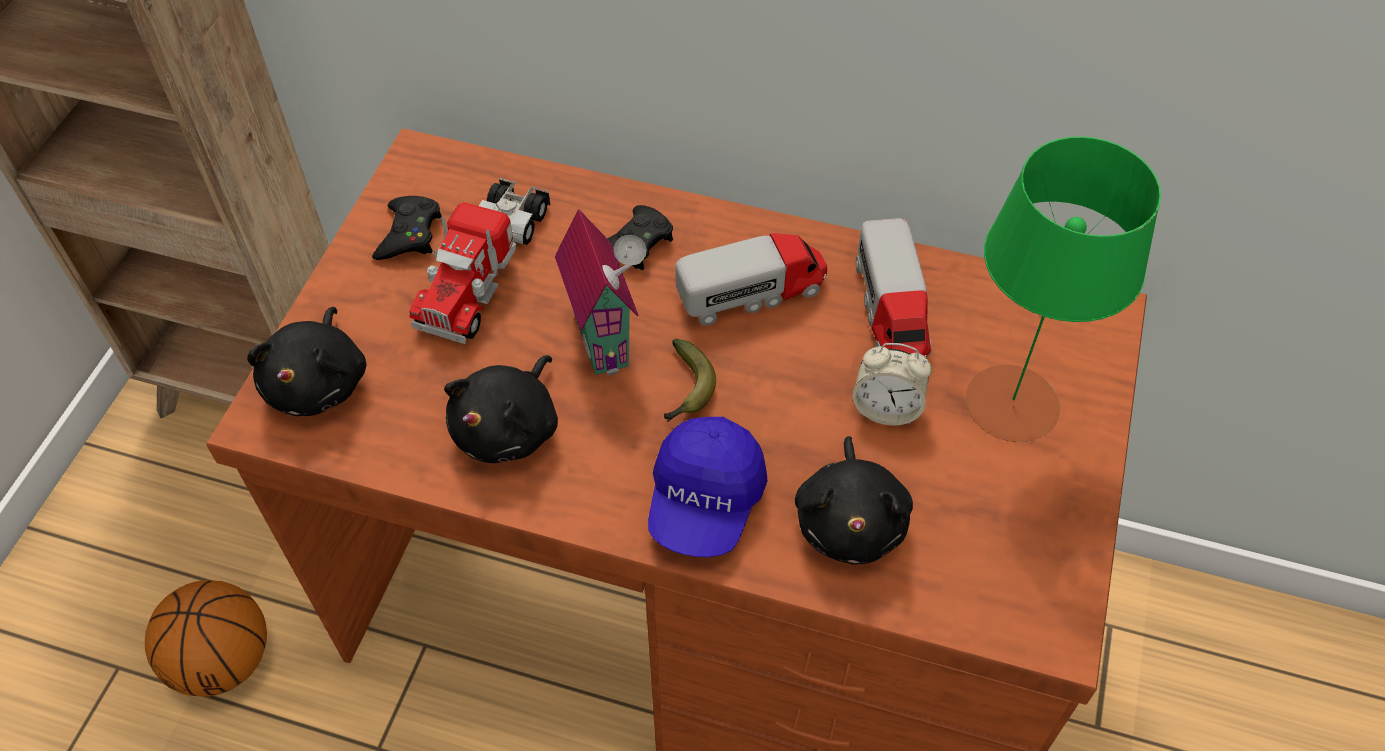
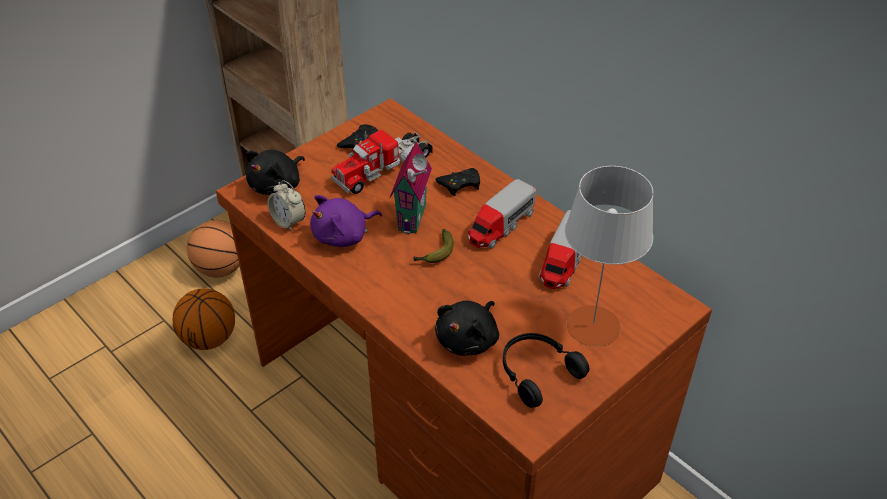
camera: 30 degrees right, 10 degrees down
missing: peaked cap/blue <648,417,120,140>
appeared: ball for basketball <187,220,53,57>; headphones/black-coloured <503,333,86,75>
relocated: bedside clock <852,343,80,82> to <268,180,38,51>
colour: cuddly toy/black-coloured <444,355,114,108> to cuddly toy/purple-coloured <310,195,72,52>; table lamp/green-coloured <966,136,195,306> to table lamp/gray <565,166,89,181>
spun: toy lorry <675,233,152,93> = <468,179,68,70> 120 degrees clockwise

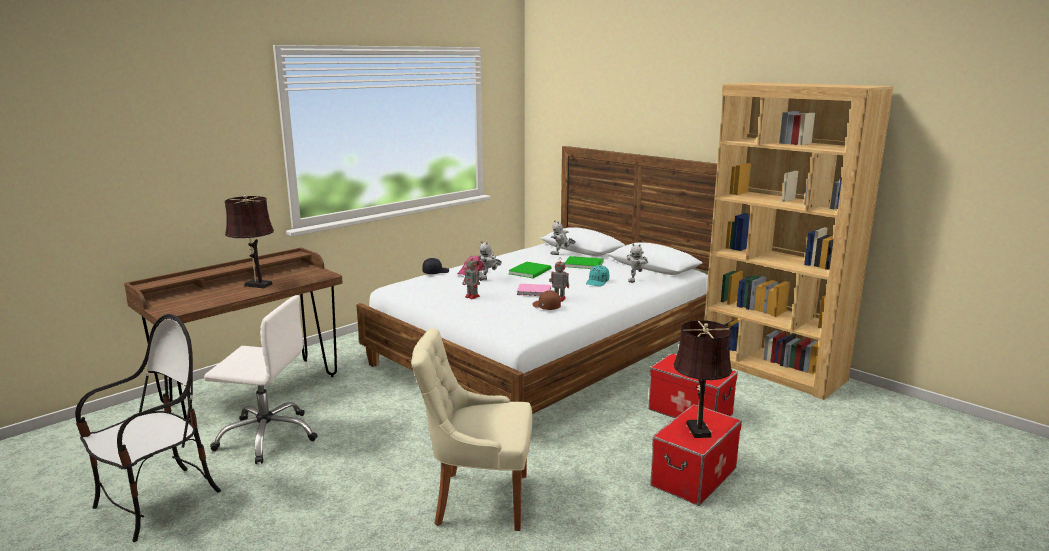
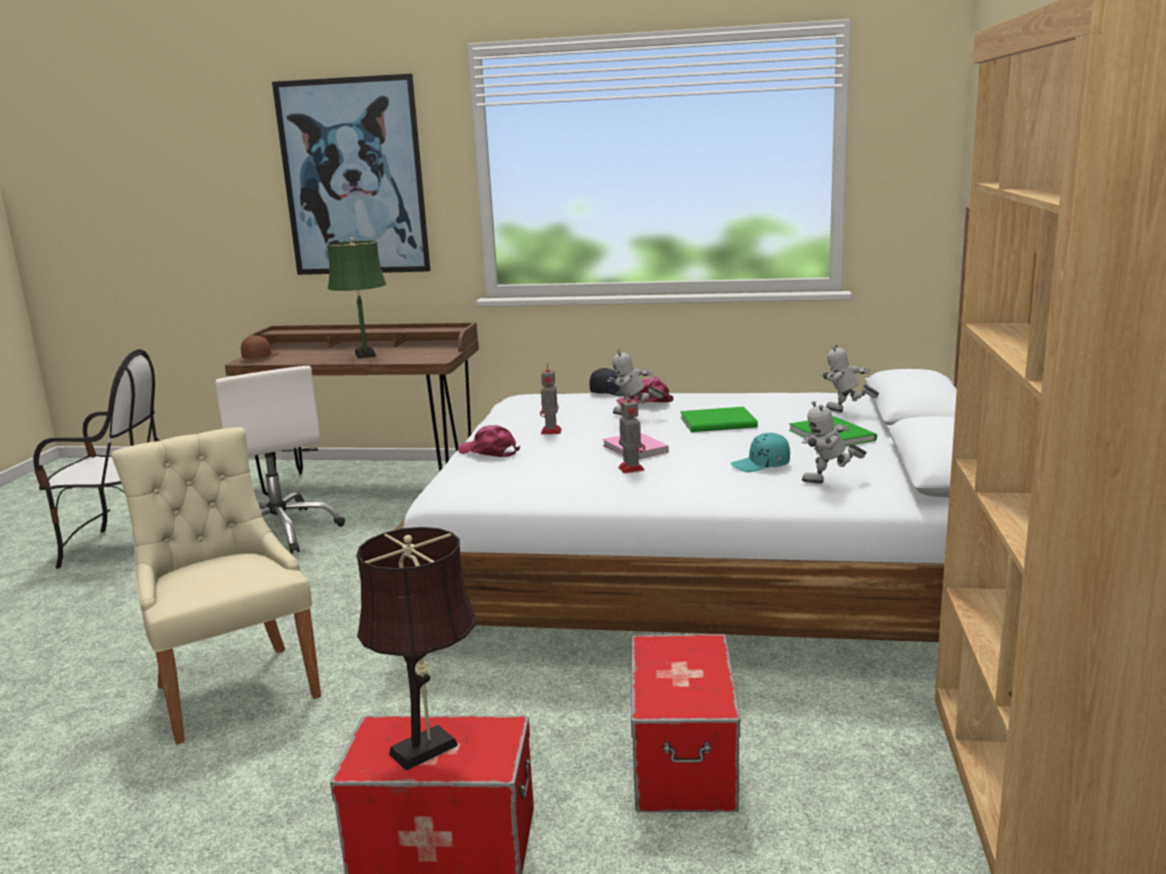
camera: 55 degrees right, 0 degrees up
appeared: wall picture <272,74,159,201>; peaked cap/pinkish <458,425,62,32>
relocated: peaked cap/brownish <532,291,29,19> to <241,335,38,24>
colour: table lamp/brownish <224,195,50,93> to table lamp/green-coloured <327,237,59,122>

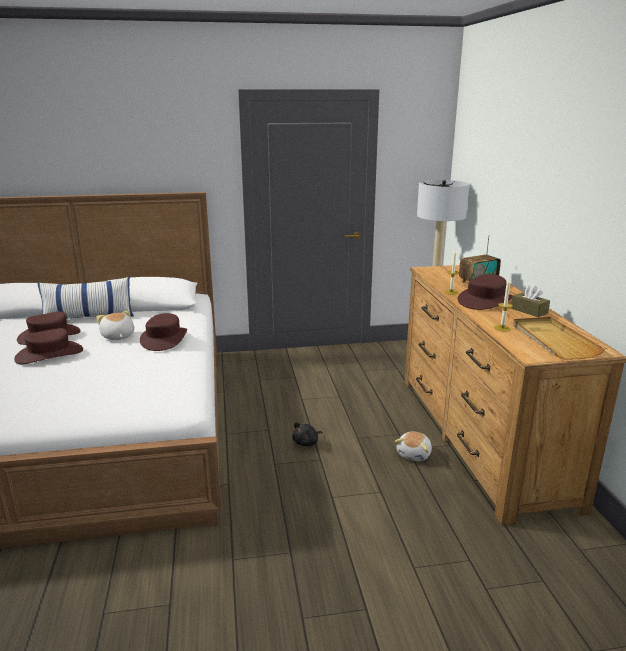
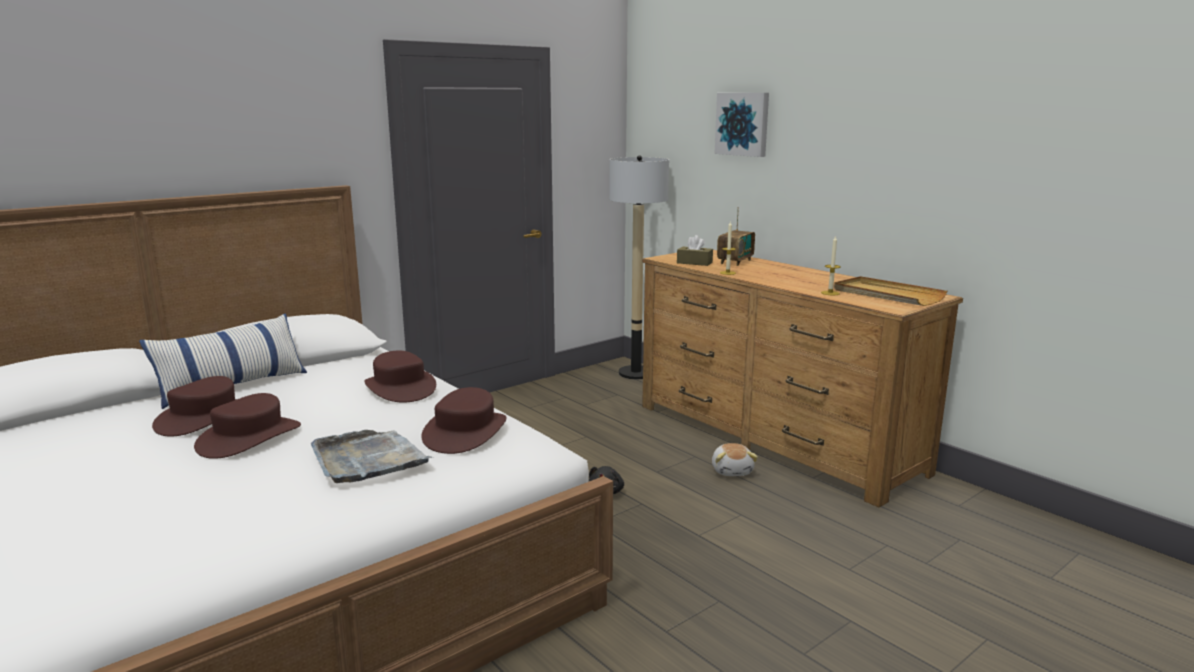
camera: 30 degrees left, 5 degrees down
missing: cuddly toy <97,311,37,29>
appeared: serving tray/gray <311,430,122,53>; wall picture <714,93,55,64>
relocated: clothing hat/brownish <458,274,54,36> to <421,387,86,67>; tissue holder/brownish <511,285,39,32> to <677,235,36,31>

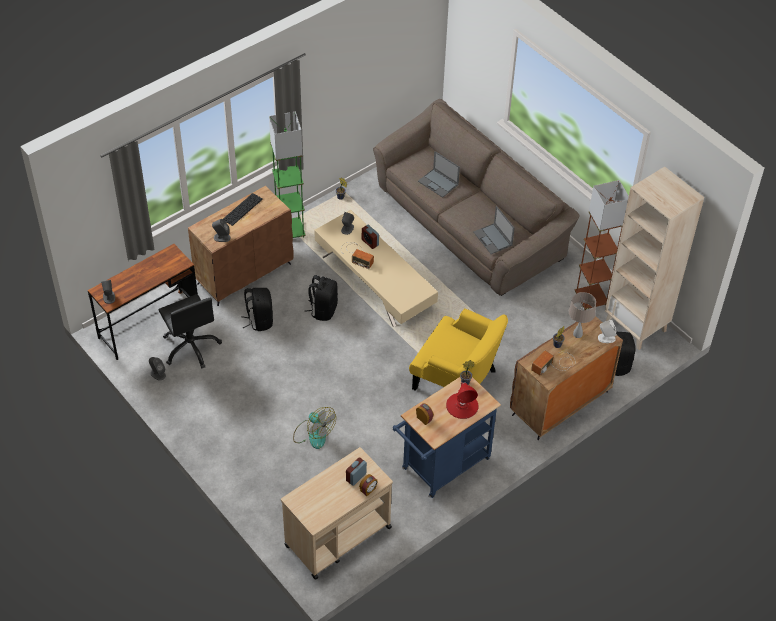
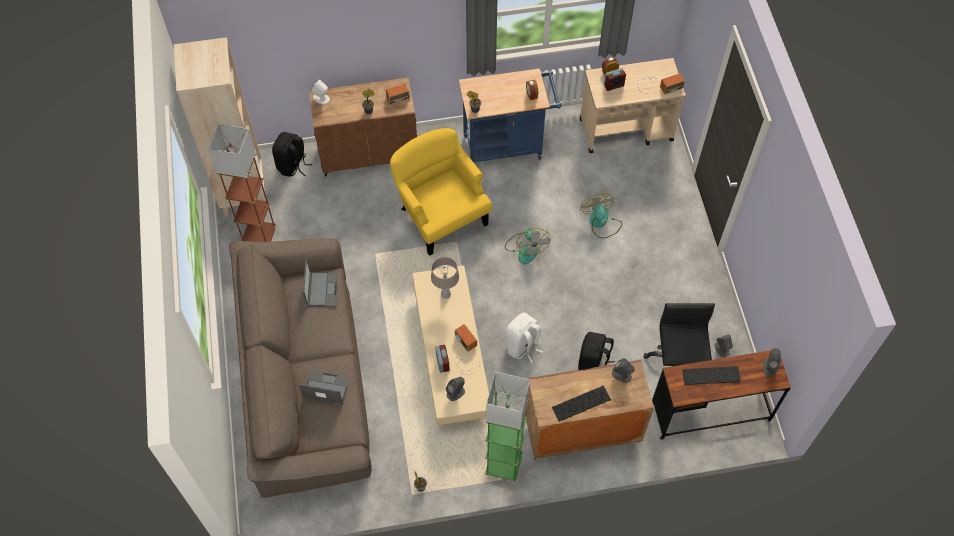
camera: 150 degrees left, 10 degrees up
missing: table lamp/reddish <446,382,33,37>
appeared: cooling fan <505,228,46,36>; radio receiver <637,73,48,21>; keyboard <682,366,59,19>
relocated: table lamp/beige-coloured <568,292,28,46> to <431,257,28,42>
colour: rucksack/black-coloured <305,275,33,46> to rucksack/white-coloured <505,312,38,51>
spun: notebook computer <418,151,42,47> = <299,370,51,35> 60 degrees counterclockwise

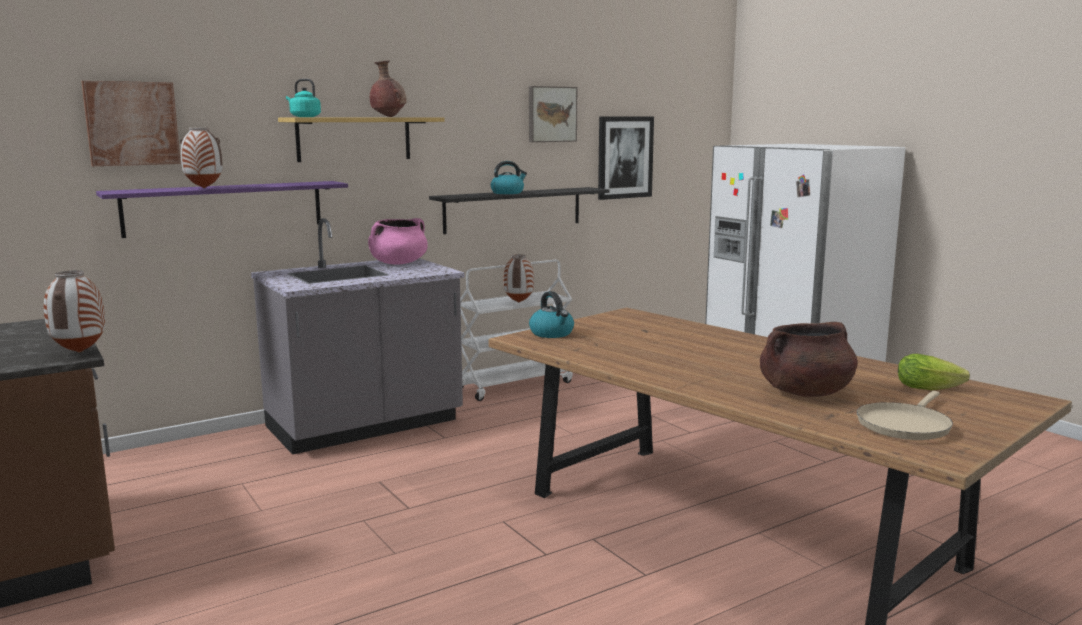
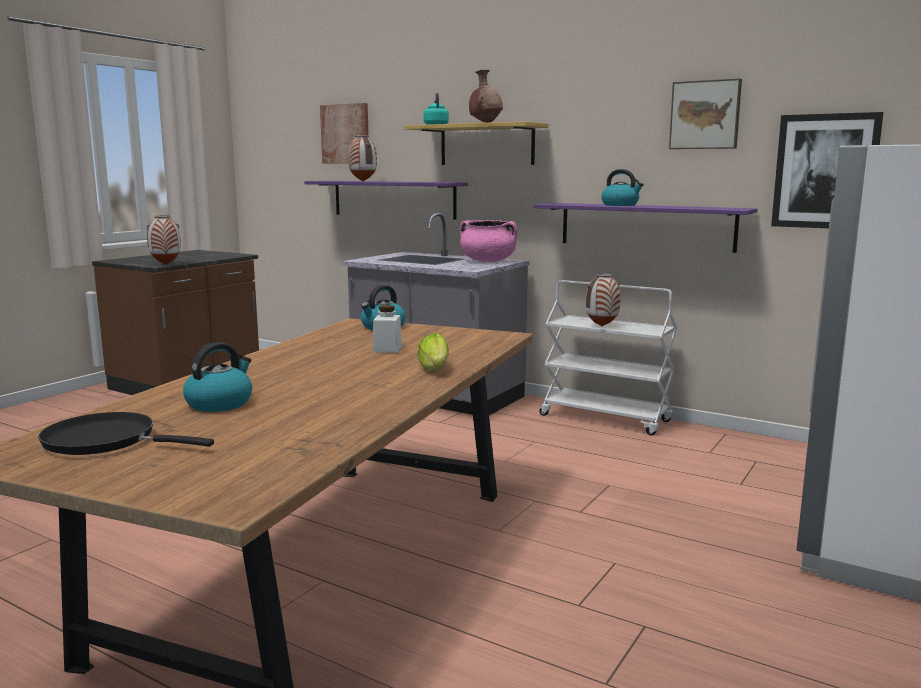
camera: 65 degrees right, 0 degrees up
appeared: preserve jar/white-coloured <373,305,29,48>
relocated: lettuce <898,354,72,36> to <417,333,32,37>
exchanged: saucepot/brownish <760,322,97,75> to tea kettle <183,342,69,70>
colour: pan/beige-coloured <857,391,96,49> to pan/black-coloured <38,412,176,43>; bracket shelf/black-coloured <429,187,181,47> to bracket shelf/purple-coloured <534,203,224,50>

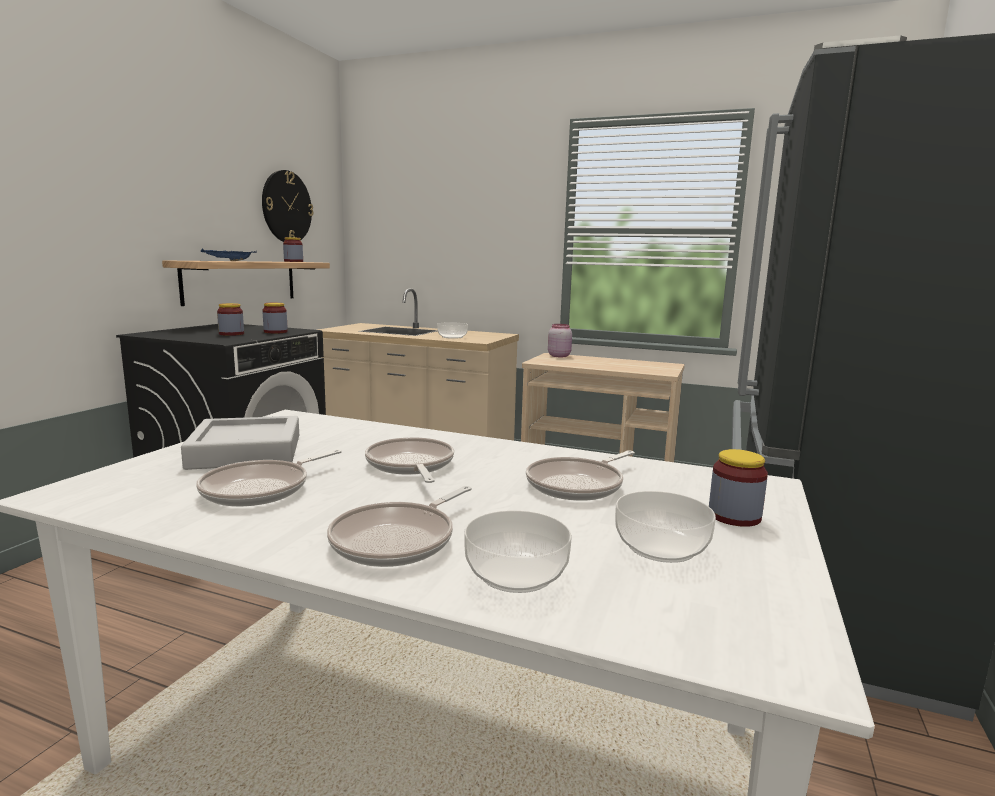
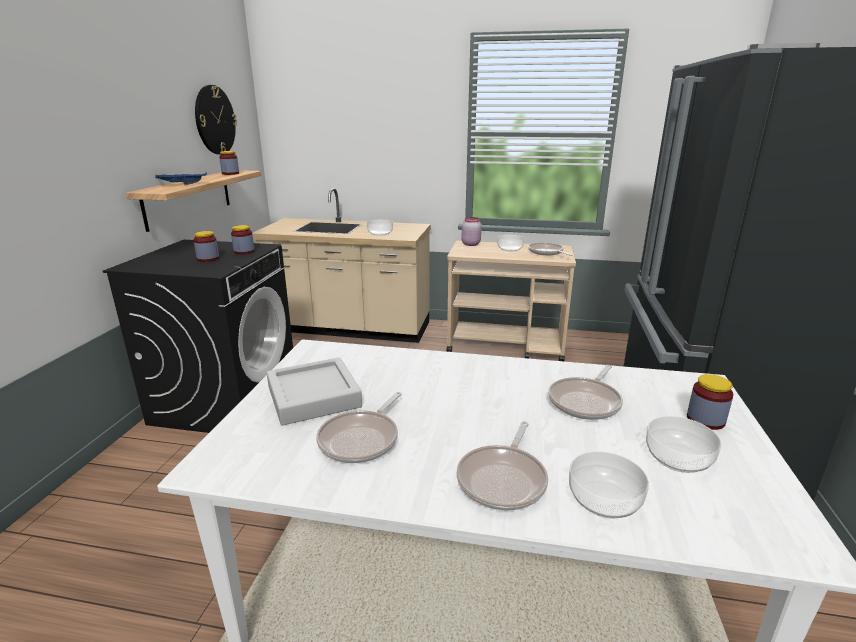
camera: 10 degrees left, 10 degrees up
appeared: deep dish <497,235,27,16>
relocated: pan <365,437,89,46> to <528,243,44,13>

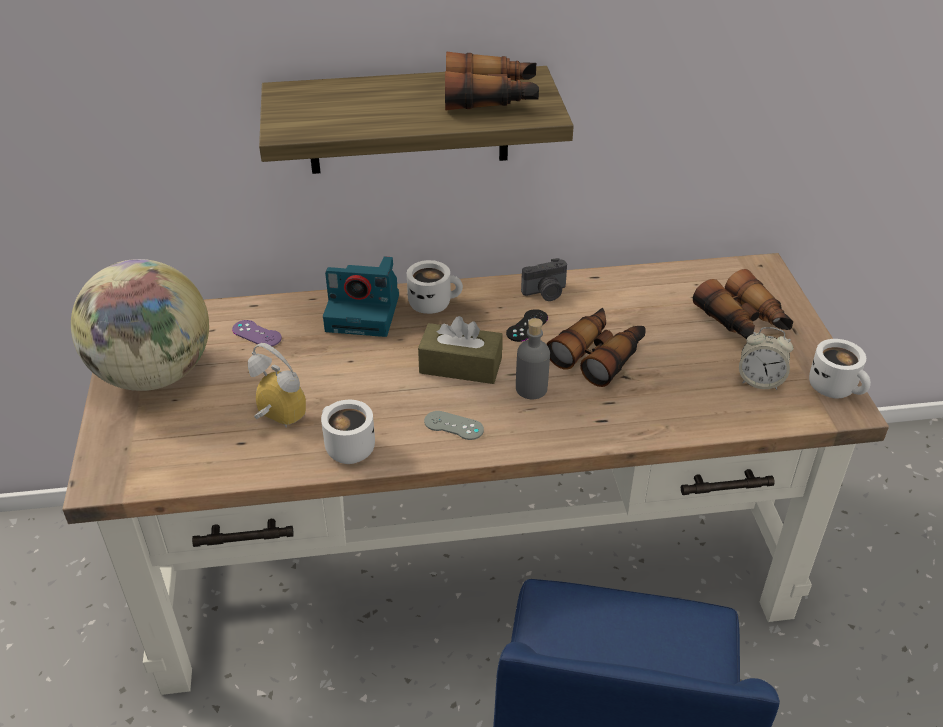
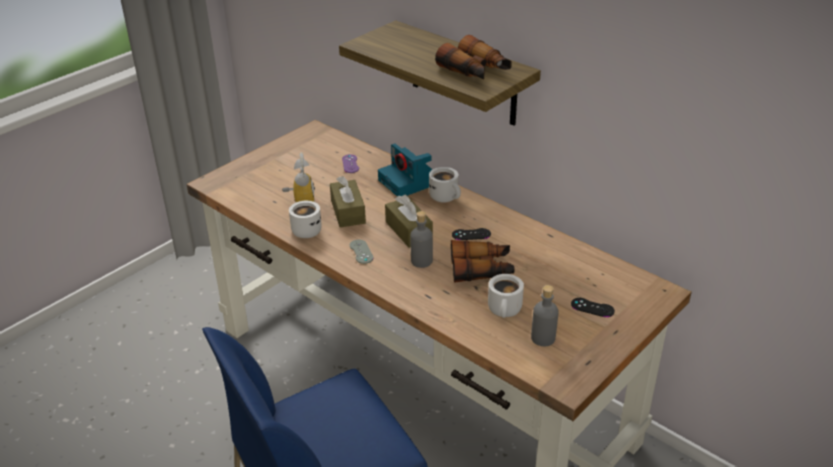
camera: 50 degrees right, 5 degrees down
missing: globe <71,259,138,132>; still camera <521,258,46,43>
appeared: tissue holder/brownish <330,176,36,51>
relocated: mug/white-coloured <809,339,62,60> to <488,274,36,44>
exchanged: bedside clock <739,327,54,63> to bottle/gray <531,285,28,61>; field glasses <693,269,101,71> to gamepad/black-coloured <571,298,44,19>

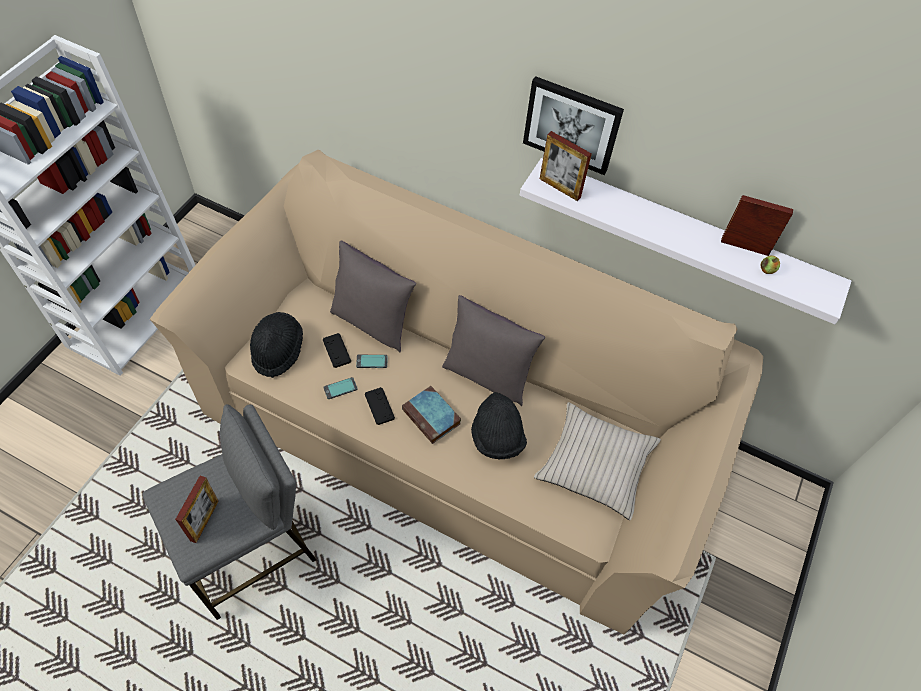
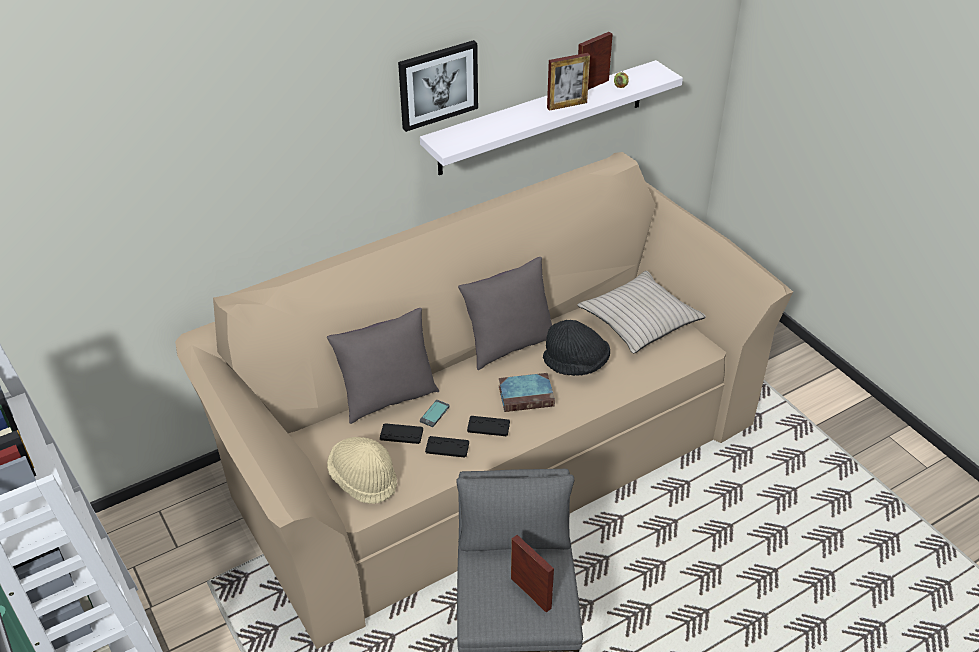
camera: 55 degrees left, 15 degrees down
relocated: photo frame <540,131,52,70> to <547,53,43,58>
exchanged: handset <323,377,34,22> to gamepad/black-coloured <425,436,44,22>
colour: clothing hat/black-coloured <250,312,53,66> to clothing hat/beige-coloured <327,437,70,67>

